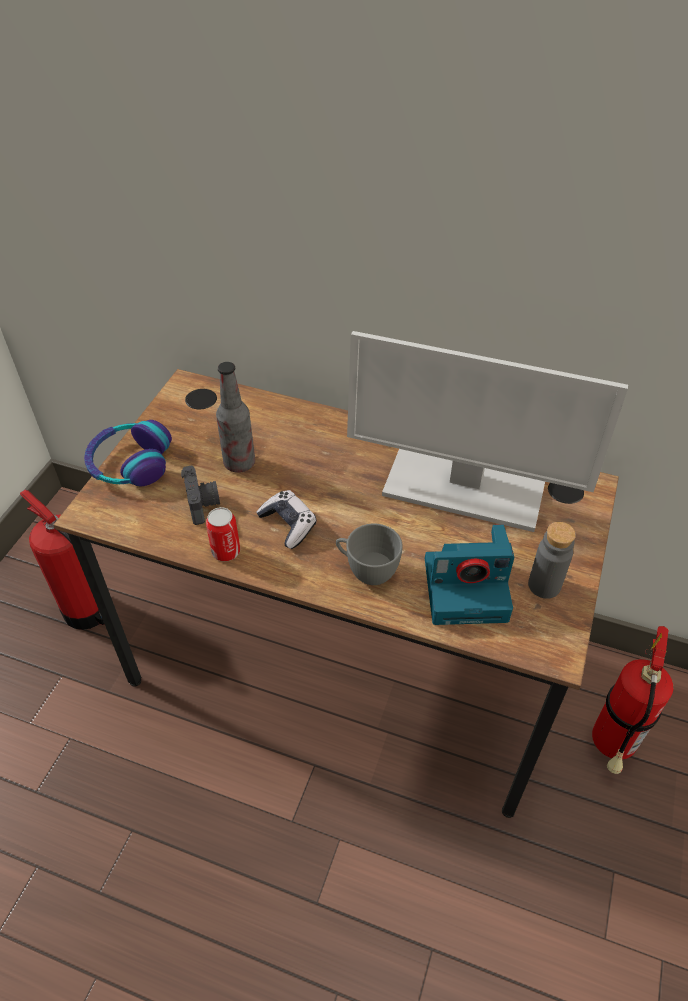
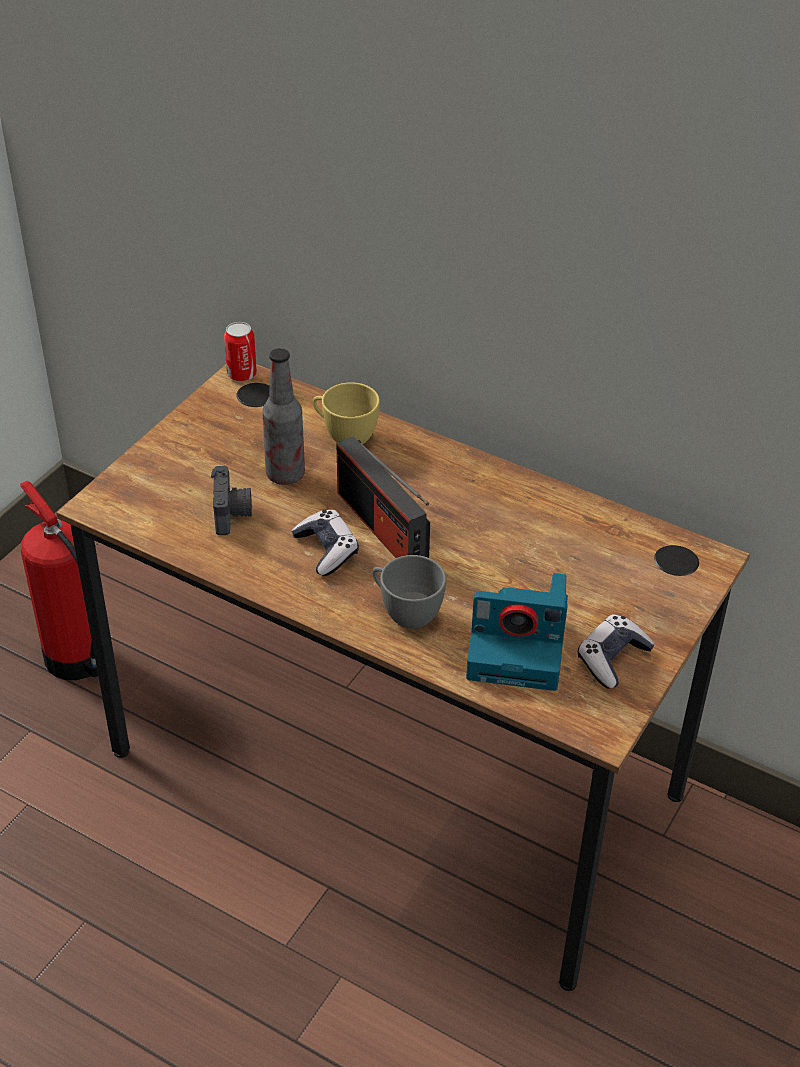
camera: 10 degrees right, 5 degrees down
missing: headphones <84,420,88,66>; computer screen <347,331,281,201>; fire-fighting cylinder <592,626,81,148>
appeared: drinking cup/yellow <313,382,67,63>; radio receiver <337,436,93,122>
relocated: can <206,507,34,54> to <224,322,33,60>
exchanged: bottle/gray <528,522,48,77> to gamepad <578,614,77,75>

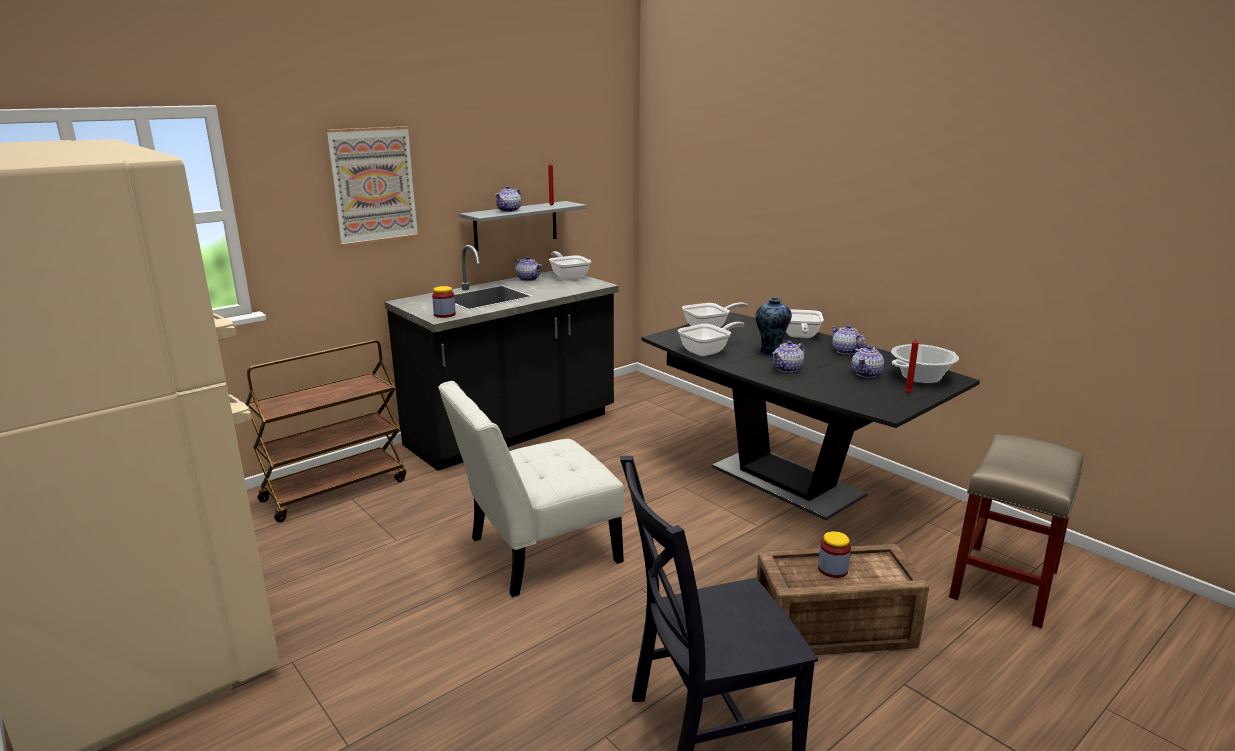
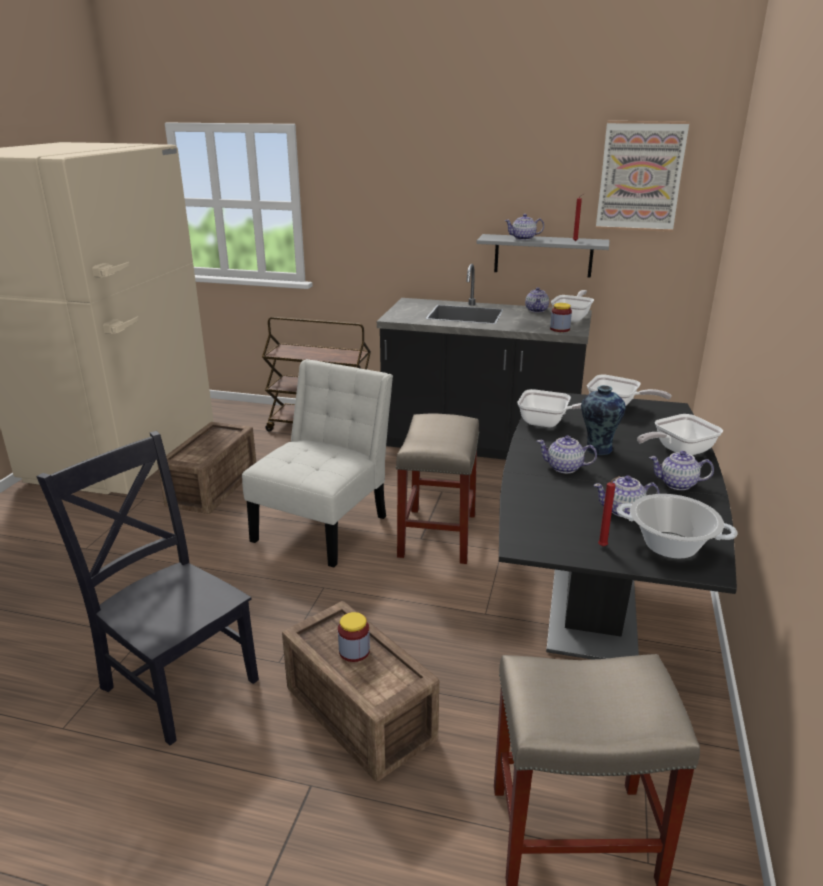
camera: 55 degrees right, 5 degrees up
appeared: shipping crate <157,422,99,92>; sitting stool/beige-coloured <395,414,85,150>
relocated: preserve jar <432,286,24,32> to <550,303,22,29>; wall picture <326,126,93,120> to <596,121,93,111>
spun: upright chair/white-coloured <438,381,186,216> = <242,359,151,209> 90 degrees clockwise; teapot <831,325,35,30> = <649,451,65,39> 105 degrees counterclockwise

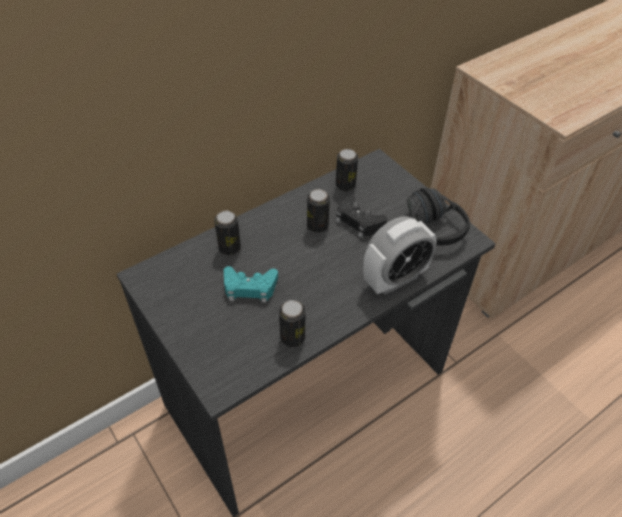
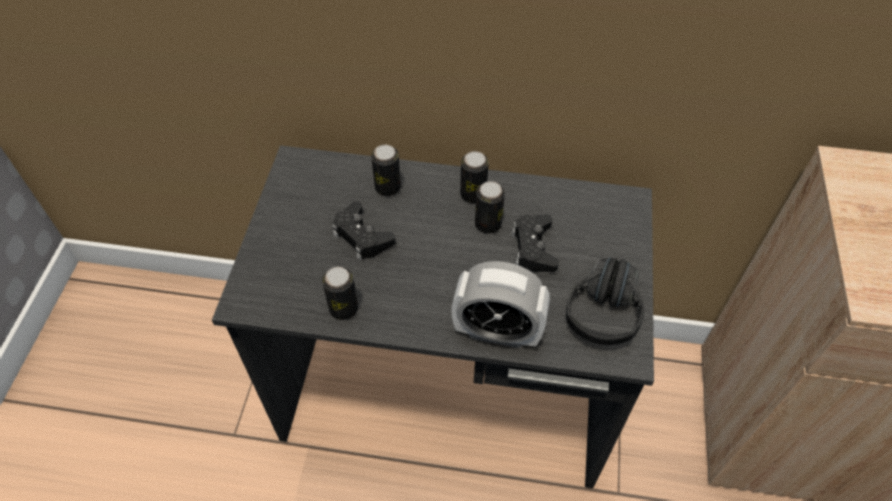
camera: 45 degrees right, 5 degrees up
relocated: can <336,149,22,42> to <460,151,29,52>
colour: gamepad/turquoise <224,266,54,37> to gamepad/black-coloured <332,201,63,59>

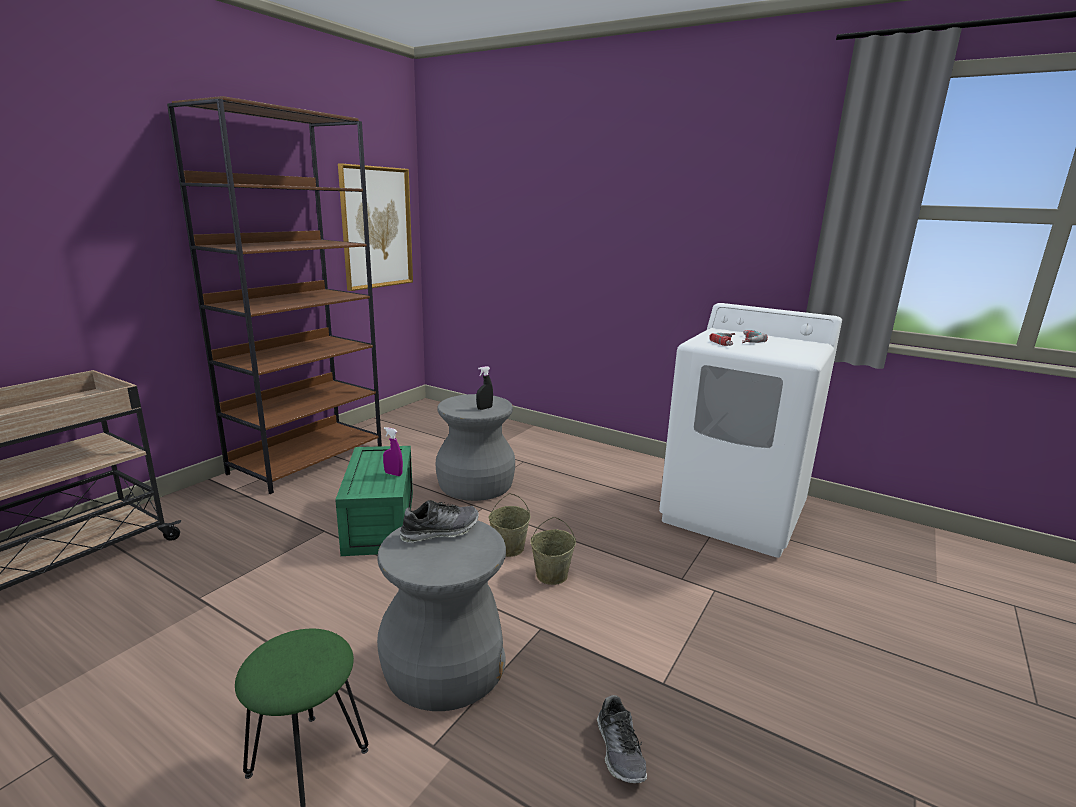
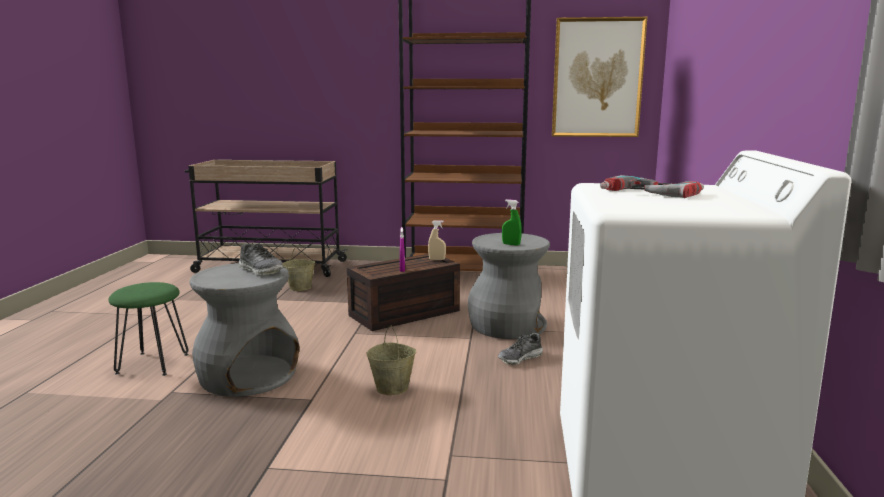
camera: 65 degrees right, 5 degrees down
appeared: sprayer/beige-coloured <428,220,18,40>
relocated: pail/beige-coloured <488,493,43,64> to <282,245,33,46>; shoe <597,695,50,88> to <498,333,45,32>
colour: storage container/green-coloured <335,446,78,110> to storage container/brownish <347,254,113,77>; sprayer/black-coloured <476,366,17,44> to sprayer/green-coloured <502,199,20,47>

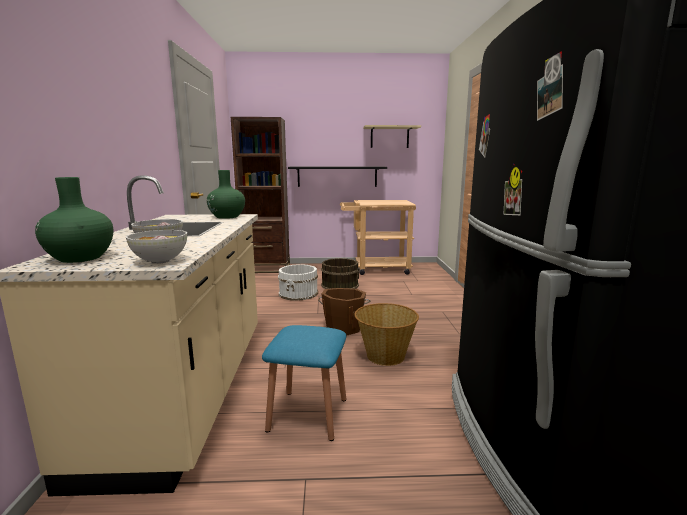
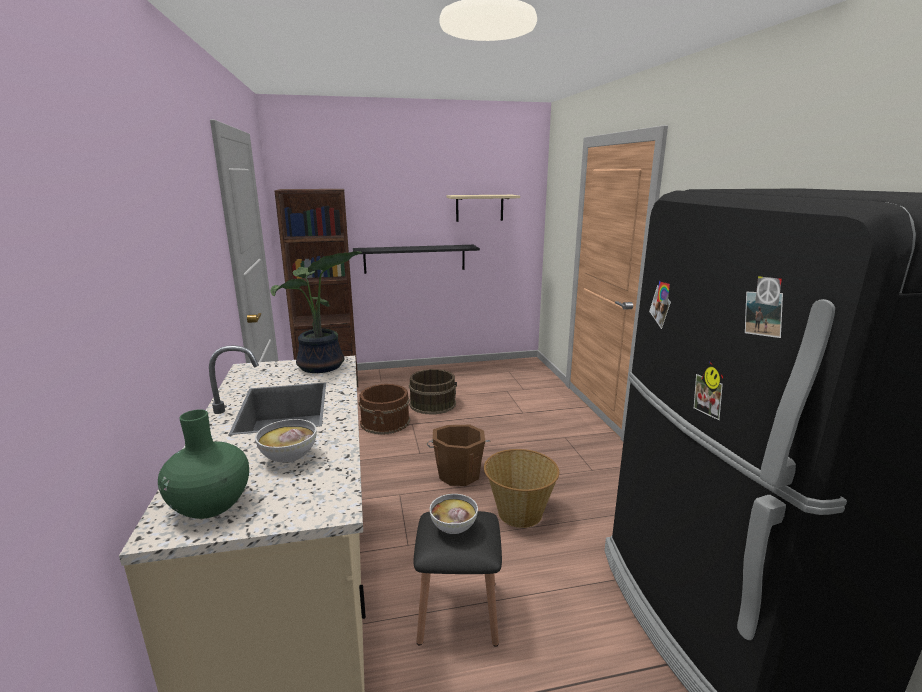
camera: 10 degrees left, 5 degrees up
missing: wheeled cart/beige-coloured <340,200,76,75>
relocated: deep dish <126,230,61,34> to <430,494,48,40>
exchanged: flower vase/green-coloured <207,170,38,49> to potted plant <271,251,92,122>
colour: pail/white-coloured <278,264,40,37> to pail/brownish <359,384,51,51>; sitting stool/blue <262,325,84,116> to sitting stool/black-coloured <414,511,88,136>

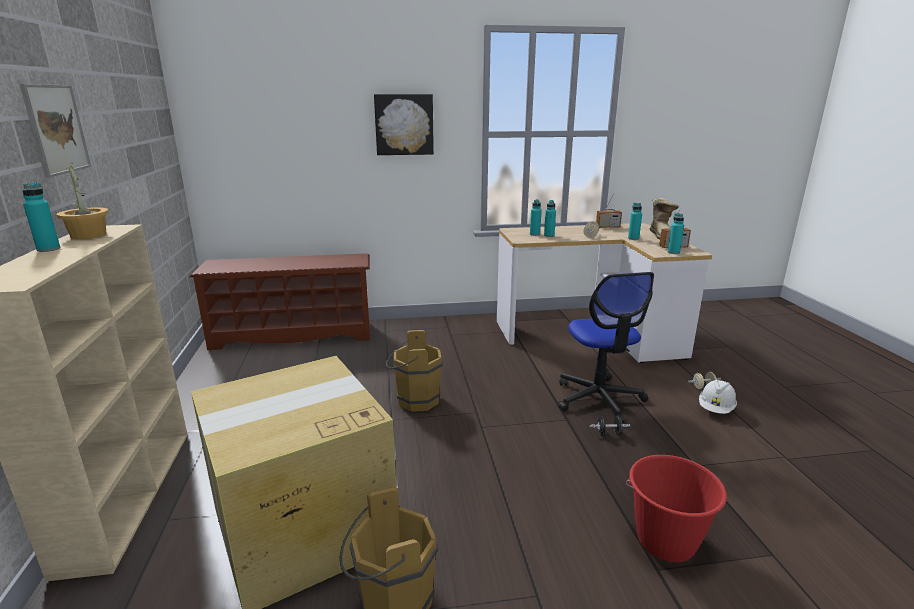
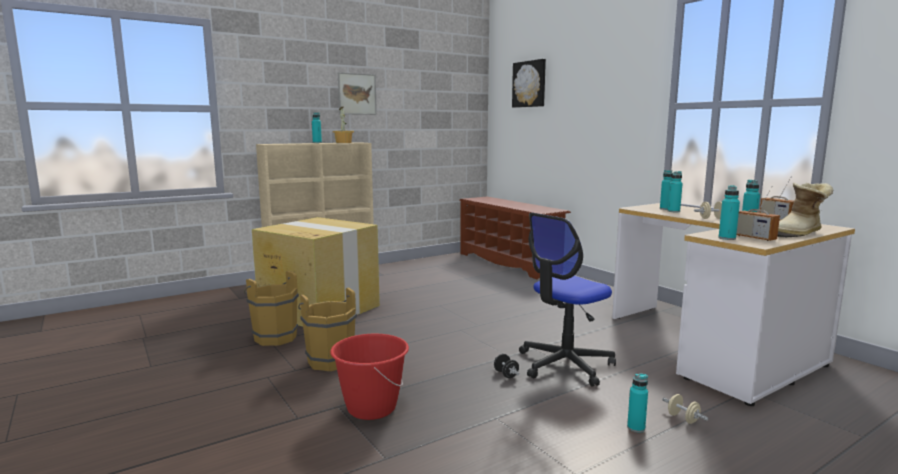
camera: 65 degrees right, 10 degrees down
relocated: pail/brownish <386,330,56,82> to <298,287,59,85>; wall picture <374,94,60,61> to <512,59,34,49>
exchanged: work helmet/white-coloured <699,379,38,35> to bottle/turquoise <627,374,21,59>

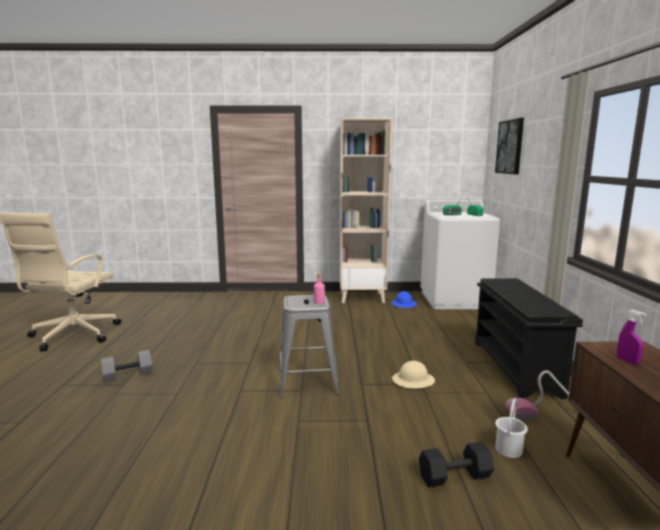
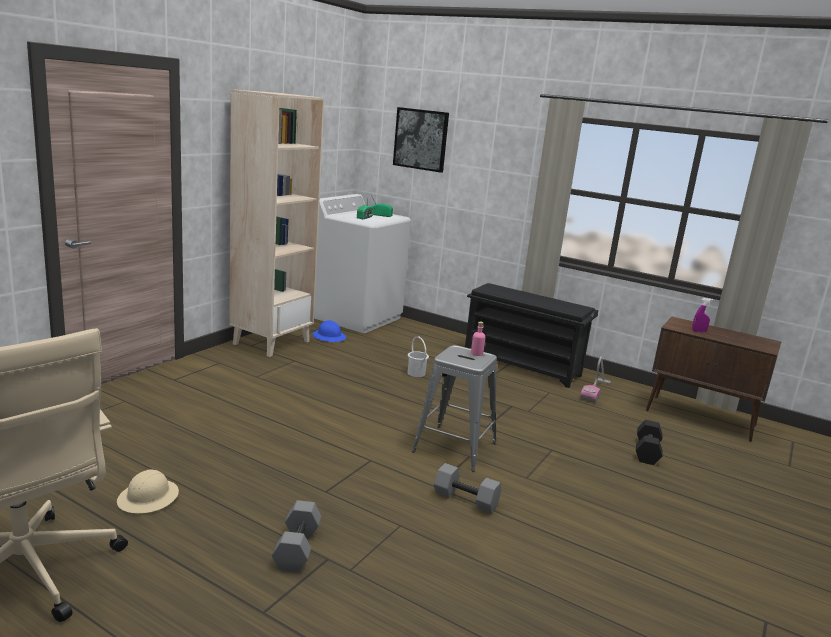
camera: 60 degrees left, 5 degrees up
appeared: dumbbell/gray <434,463,67,51>
relocated: work helmet/beige-coloured <392,361,43,28> to <117,469,62,45>; pail/white-coloured <495,398,33,60> to <408,336,21,41>

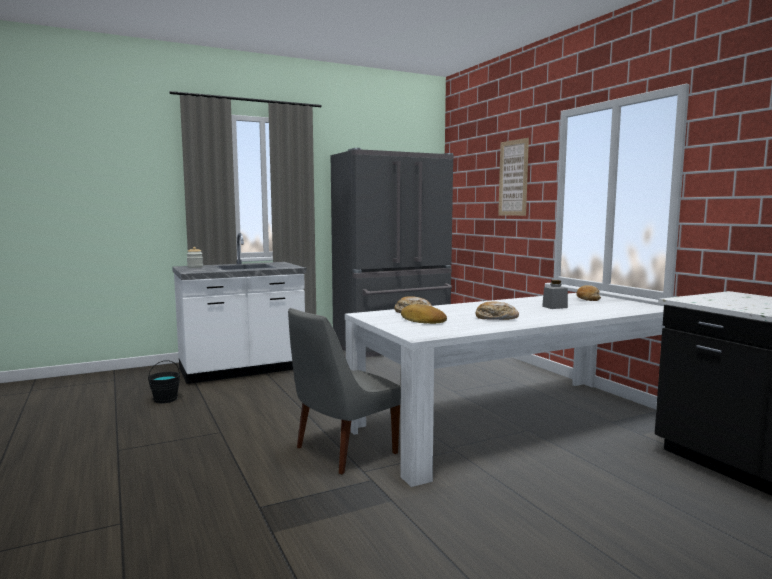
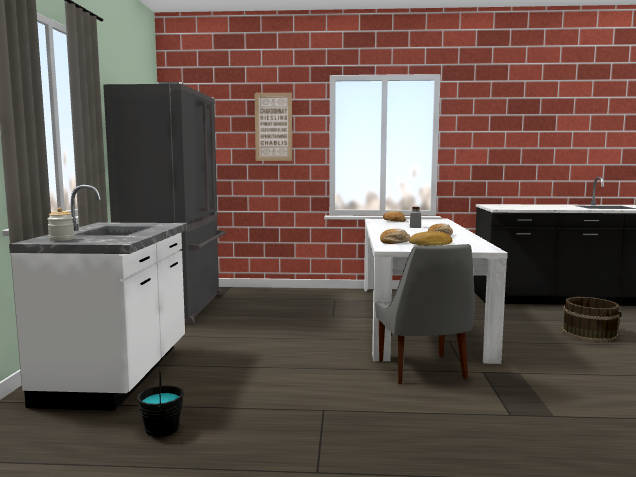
camera: 60 degrees left, 0 degrees up
appeared: pail/brownish <562,297,60,45>

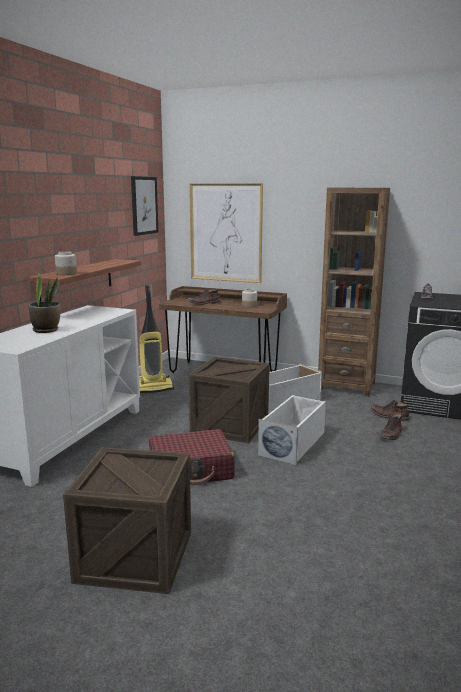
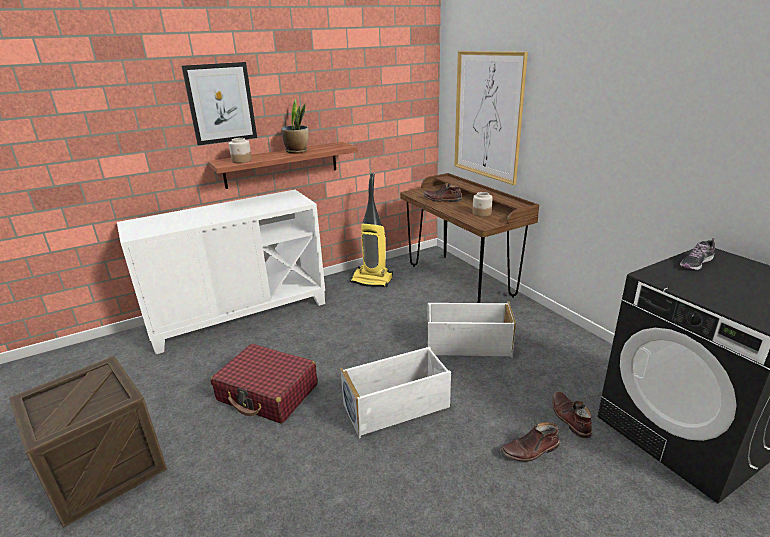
camera: 40 degrees right, 10 degrees up
missing: shipping crate <189,357,80,86>; shelving unit/brownish <318,188,72,209>
relocated: wall picture <131,176,28,60> to <181,62,76,83>; potted plant <29,273,31,60> to <281,99,27,55>

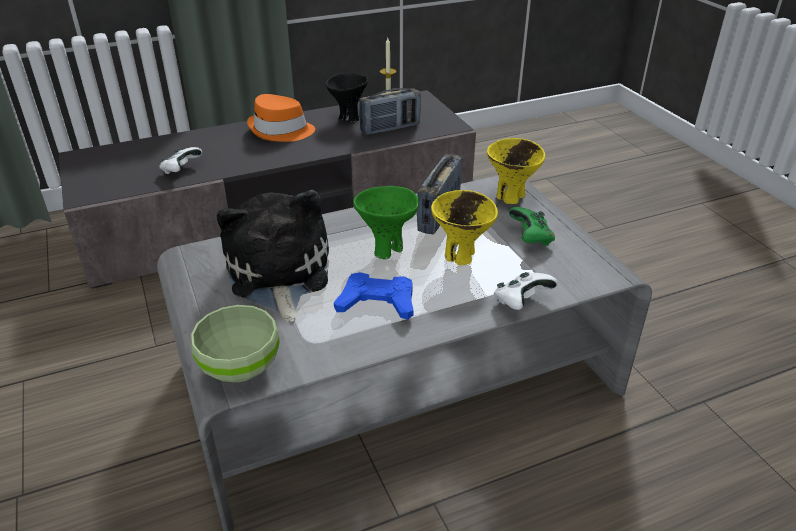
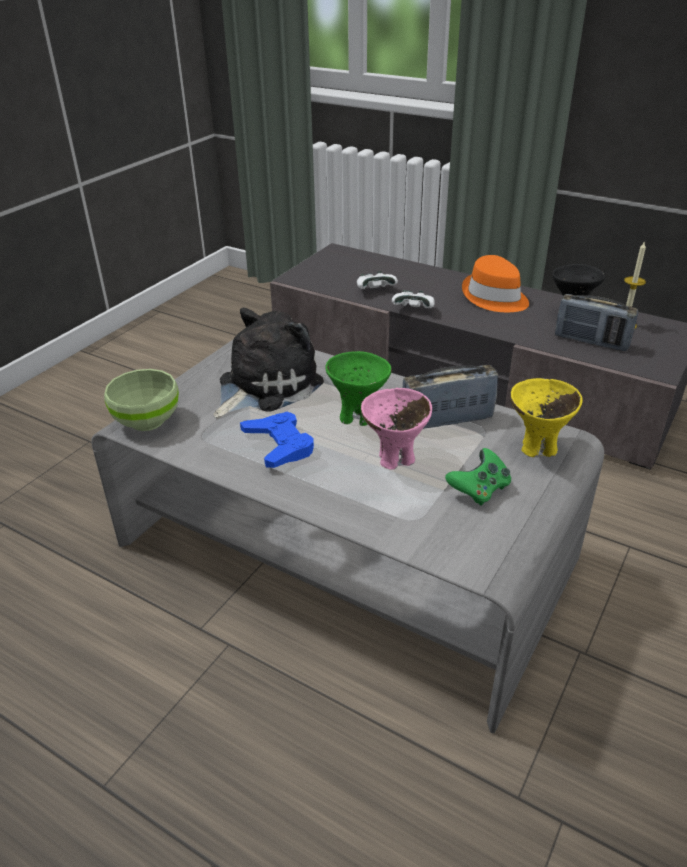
camera: 55 degrees right, 0 degrees up
relocated: gamepad/white-coloured <494,272,64,38> to <392,290,43,18>
colour: deep dish/yellow <431,190,67,75> to deep dish/pinkish <361,388,71,82>

